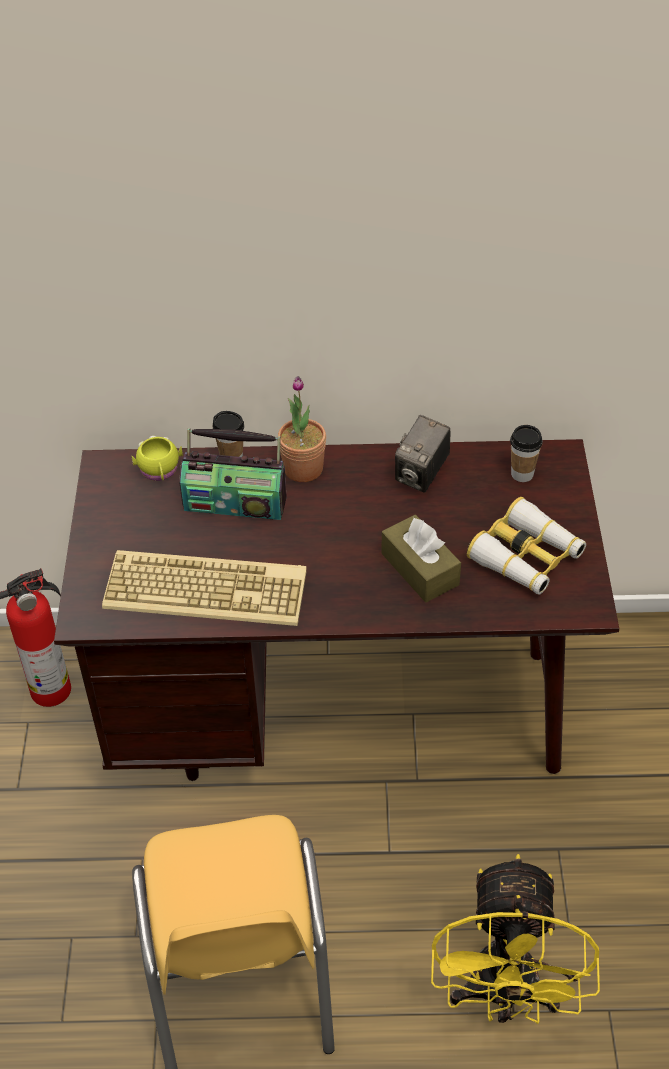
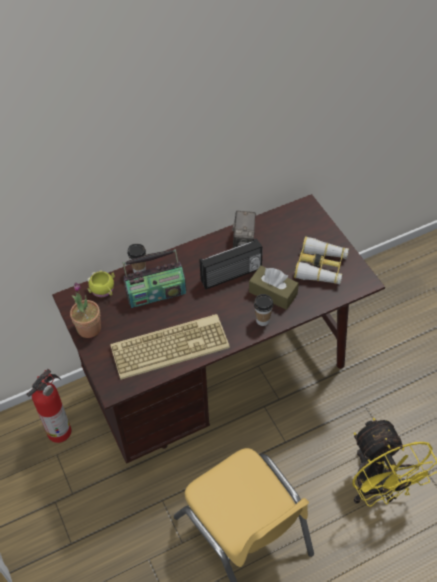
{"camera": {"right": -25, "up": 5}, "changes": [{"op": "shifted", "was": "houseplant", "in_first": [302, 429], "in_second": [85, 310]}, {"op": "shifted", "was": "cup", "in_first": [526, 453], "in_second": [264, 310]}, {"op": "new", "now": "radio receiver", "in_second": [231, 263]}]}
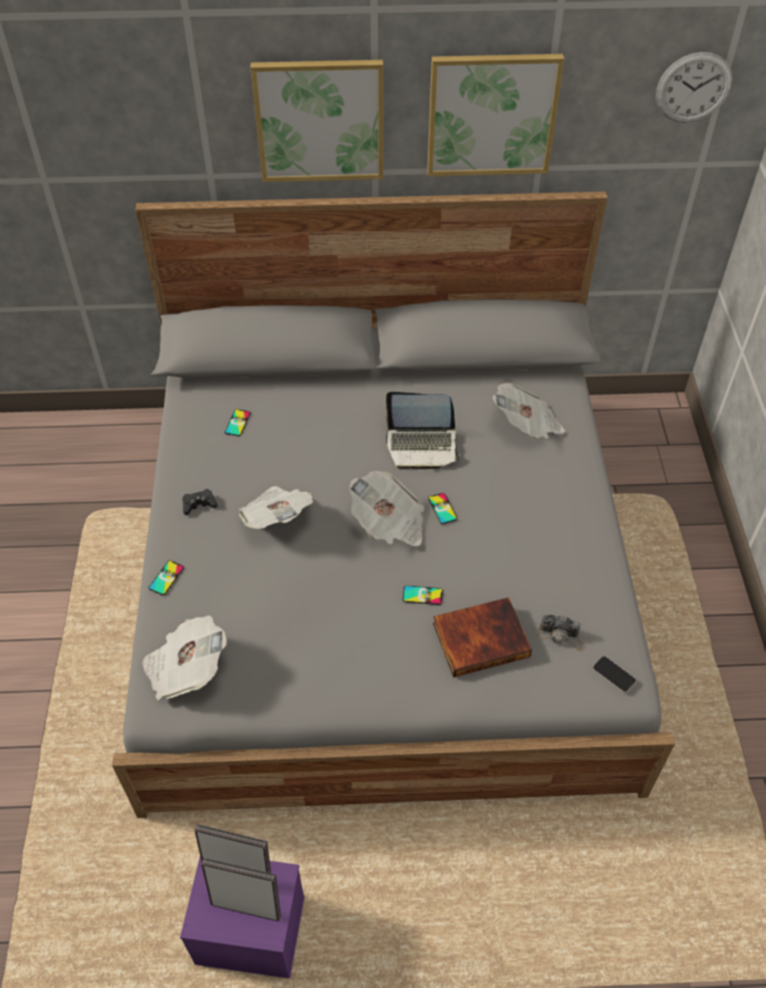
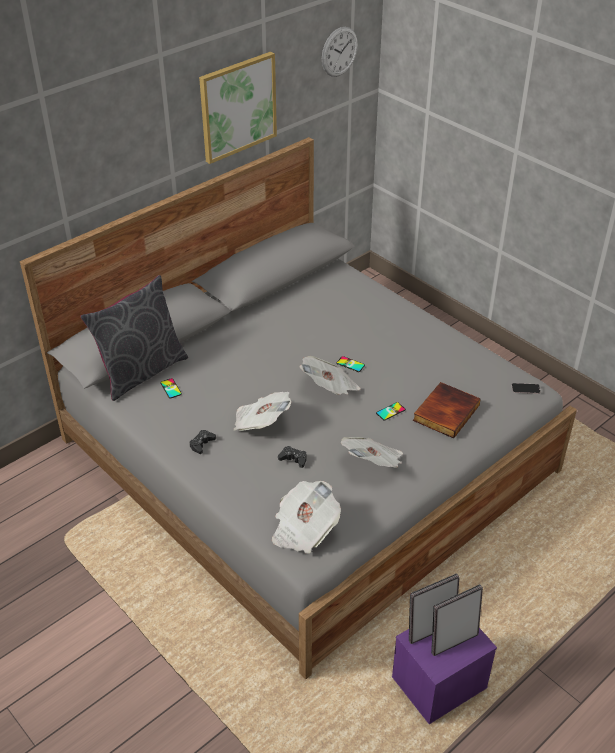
{"camera": {"right": -40, "up": -10}, "changes": [{"op": "gone", "was": "picture", "in_first": [316, 121]}, {"op": "shifted", "was": "daily paper", "in_first": [528, 411], "in_second": [372, 452]}, {"op": "gone", "was": "notebook computer", "in_first": [423, 431]}, {"op": "gone", "was": "phone", "in_first": [166, 578]}, {"op": "gone", "was": "photo camera", "in_first": [561, 633]}, {"op": "new", "now": "pillow/gray", "in_second": [134, 338]}, {"op": "new", "now": "game controller/black", "in_second": [292, 457]}]}
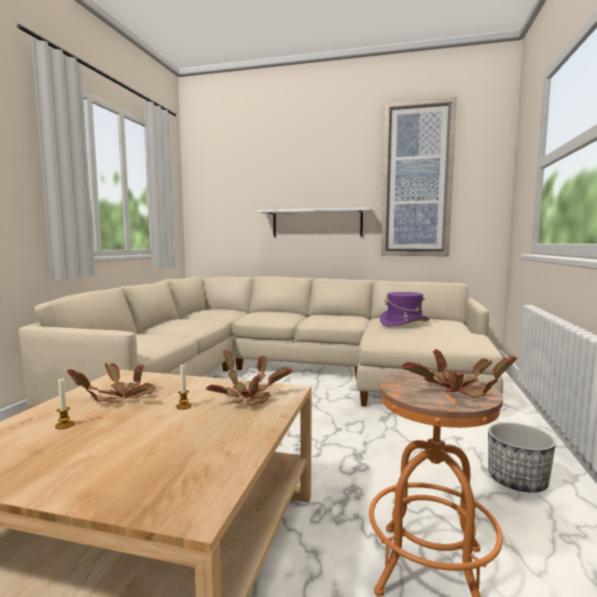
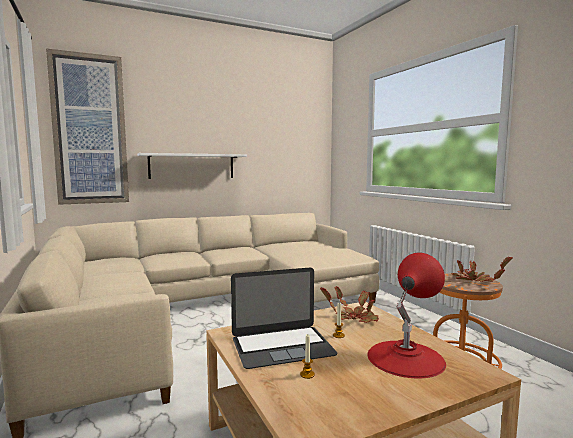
{"camera": {"right": -40, "up": 0}, "changes": [{"op": "shifted", "was": "picture", "in_first": [419, 176], "in_second": [87, 126]}, {"op": "gone", "was": "wearable hat/purplish", "in_first": [404, 309]}, {"op": "swapped", "was": "houseplant", "now": "notebook computer", "in_first": [111, 382], "in_second": [284, 318]}, {"op": "gone", "was": "flower pot", "in_first": [522, 457]}, {"op": "new", "now": "tabletop lamp/reddish", "in_second": [407, 316]}]}
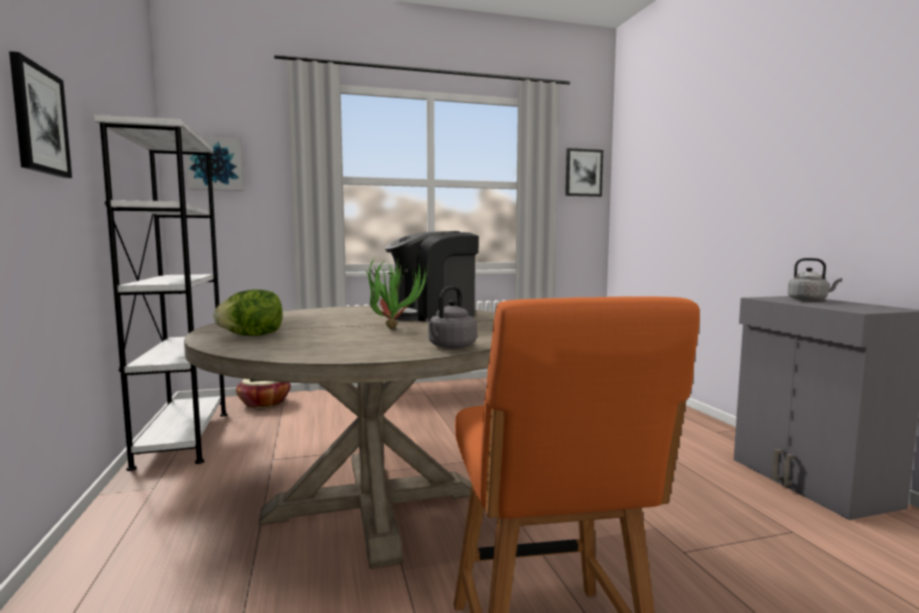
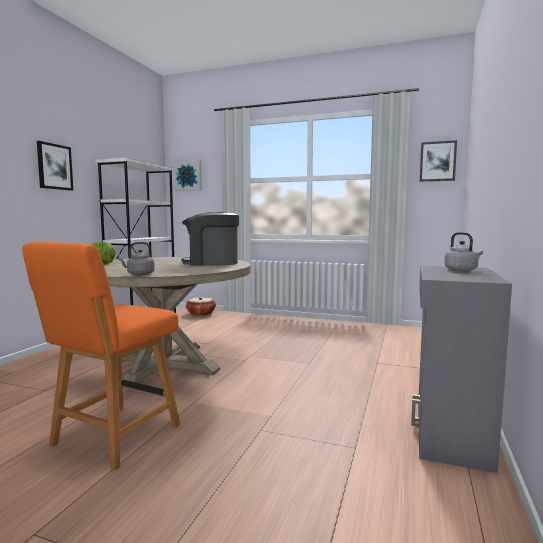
{"camera": {"right": 35, "up": 0}, "changes": [{"op": "gone", "was": "houseplant", "in_first": [396, 292]}]}
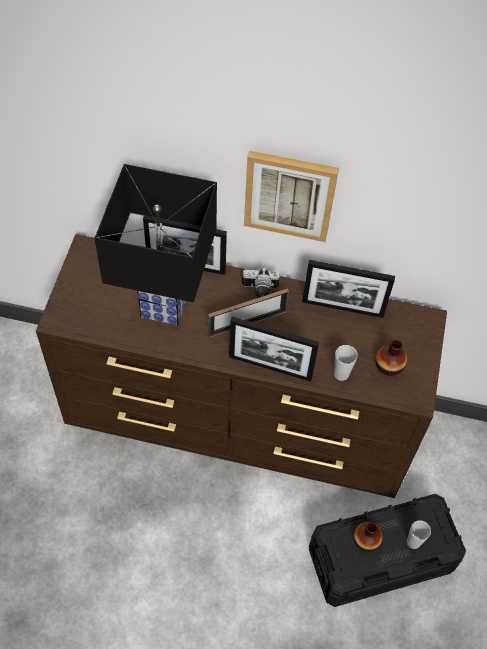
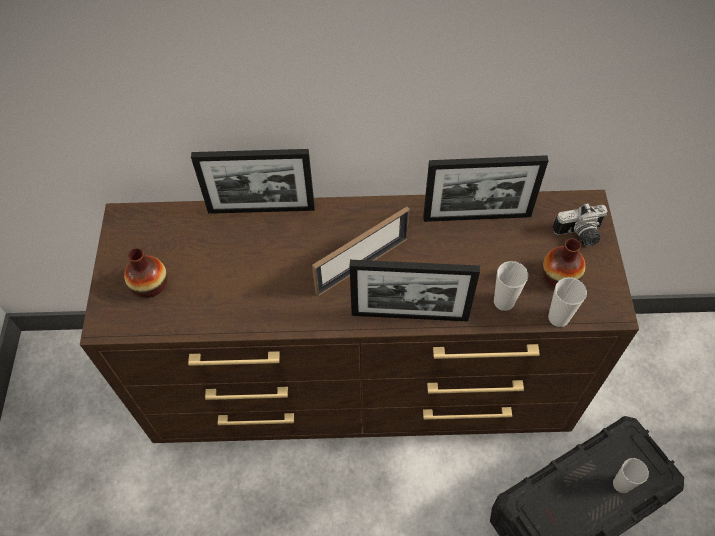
{"camera": {"right": -10, "up": 0}, "changes": [{"op": "gone", "was": "picture", "in_first": [291, 196]}, {"op": "gone", "was": "tabletop lamp/black", "in_first": [155, 244]}, {"op": "shifted", "was": "photo camera", "in_first": [261, 282], "in_second": [579, 224]}, {"op": "shifted", "was": "vase", "in_first": [368, 537], "in_second": [145, 273]}, {"op": "new", "now": "cup", "in_second": [567, 302]}]}
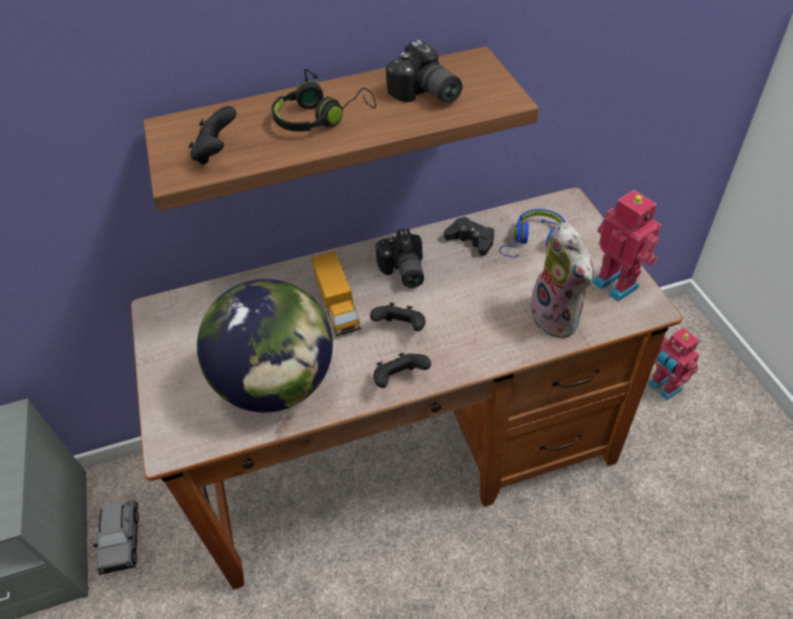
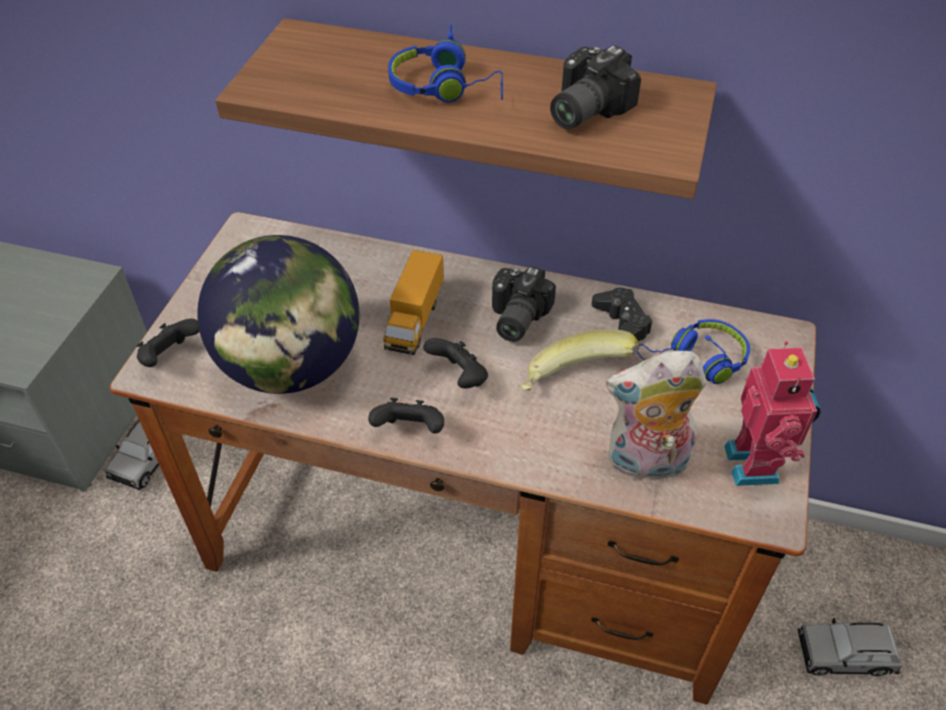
{"camera": {"right": 30, "up": 0}, "changes": [{"op": "rotated", "was": "photo camera", "in_first": [424, 71], "in_second": [595, 87], "clockwise": 45}, {"op": "repainted", "was": "headphones/black", "now": "headphones/blue", "in_first": [323, 100], "in_second": [445, 63]}, {"op": "shifted", "was": "game controller/black", "in_first": [212, 135], "in_second": [168, 343]}, {"op": "rotated", "was": "soft toy", "in_first": [562, 280], "in_second": [656, 415], "clockwise": 75}, {"op": "swapped", "was": "toy robot", "now": "model car/gray", "in_first": [674, 364], "in_second": [849, 647]}, {"op": "new", "now": "whole banana", "in_second": [580, 359]}]}
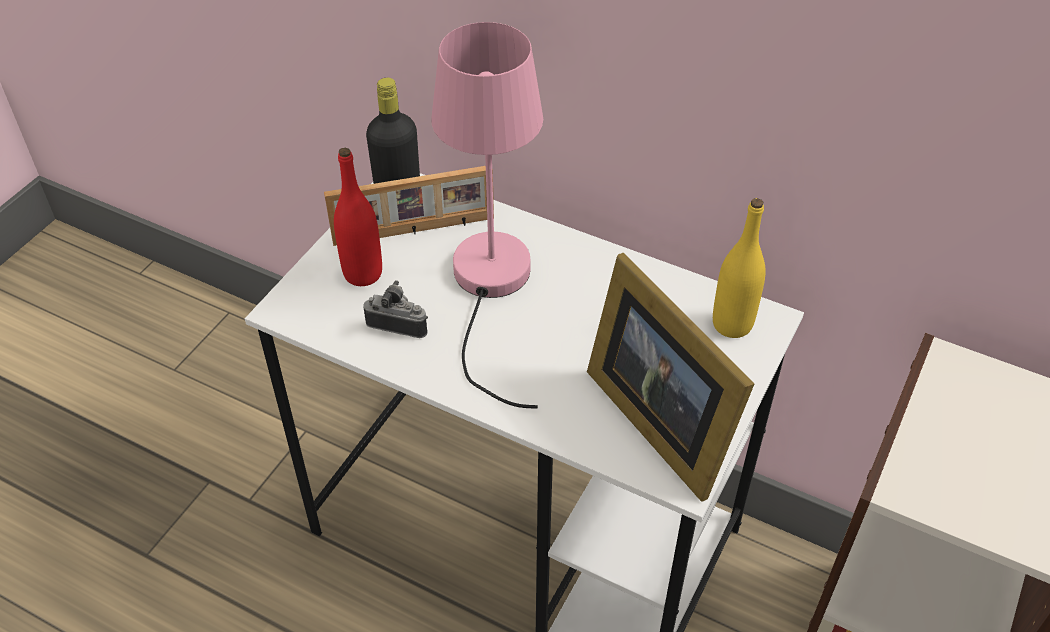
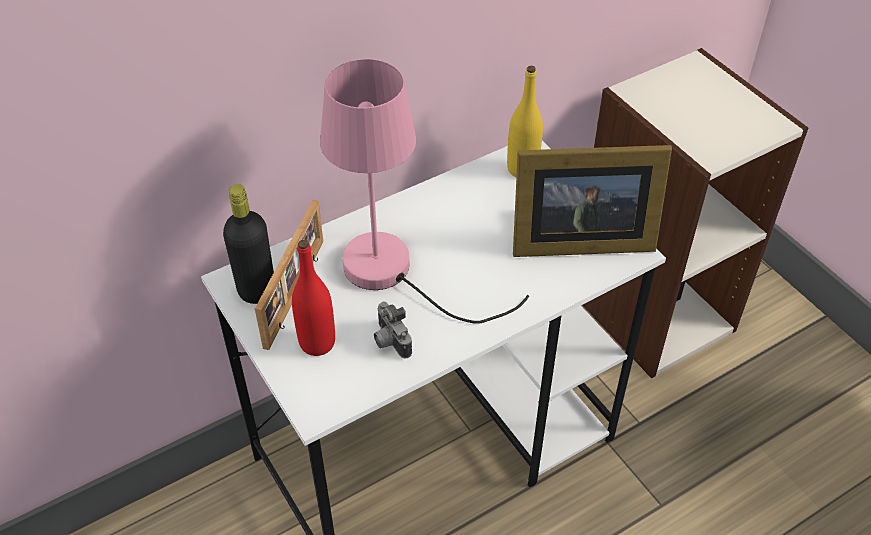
{"camera": {"right": -60, "up": 0}, "changes": [{"op": "rotated", "was": "photo camera", "in_first": [396, 309], "in_second": [393, 329], "clockwise": -75}]}
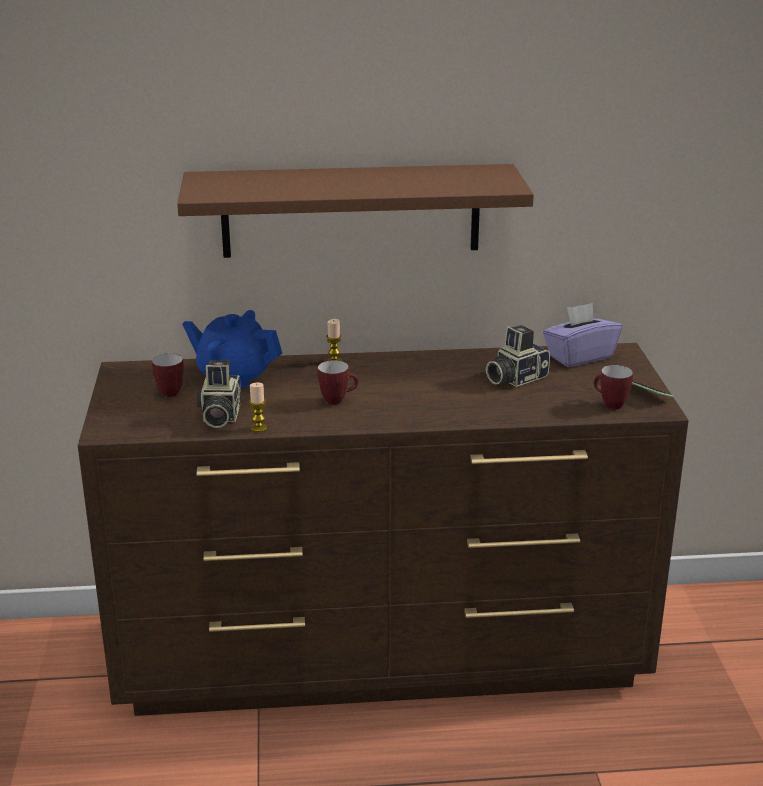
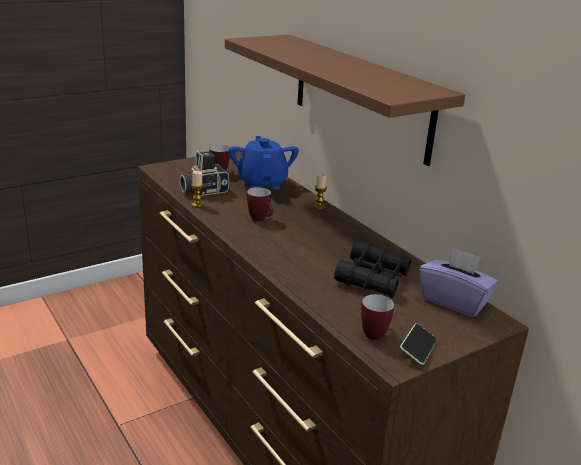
{"camera": {"right": 60, "up": 0}, "changes": [{"op": "swapped", "was": "photo camera", "now": "binoculars/black", "in_first": [518, 356], "in_second": [373, 269]}]}
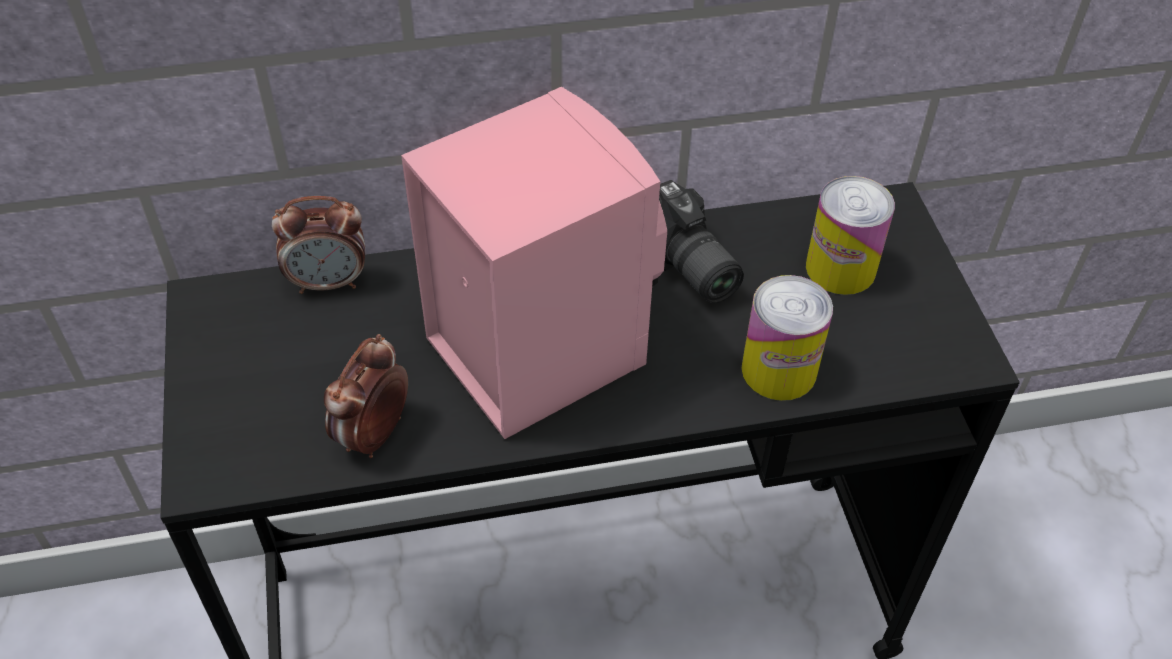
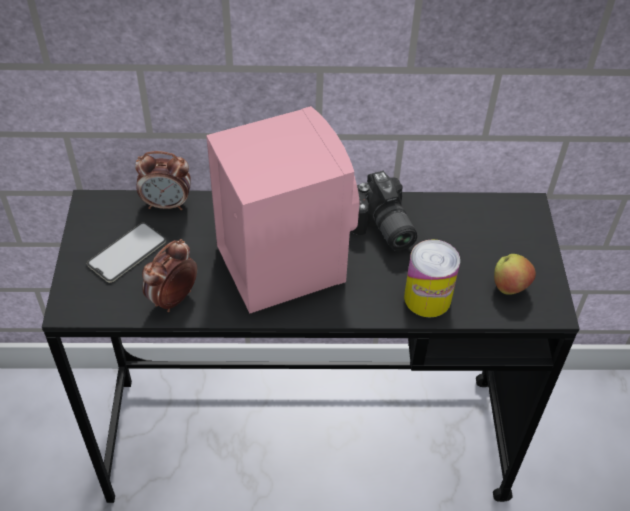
{"camera": {"right": 10, "up": 0}, "changes": [{"op": "gone", "was": "sealed can", "in_first": [850, 235]}, {"op": "new", "now": "phone", "in_second": [126, 252]}, {"op": "new", "now": "whole apple", "in_second": [515, 274]}]}
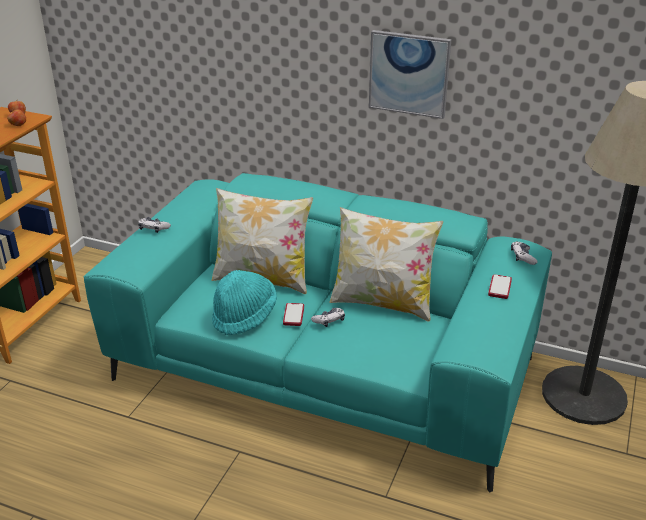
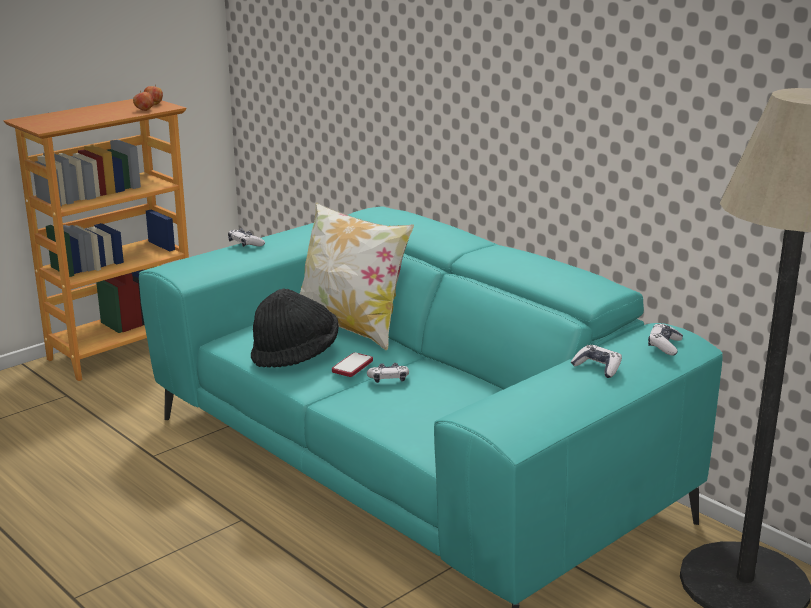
{"camera": {"right": 25, "up": -10}, "changes": [{"op": "gone", "was": "picture", "in_first": [410, 74]}, {"op": "gone", "was": "pillow", "in_first": [386, 264]}, {"op": "repainted", "was": "wearable hat/turquoise", "now": "wearable hat/black", "in_first": [244, 302], "in_second": [295, 328]}, {"op": "swapped", "was": "phone", "now": "game controller", "in_first": [500, 286], "in_second": [596, 361]}]}
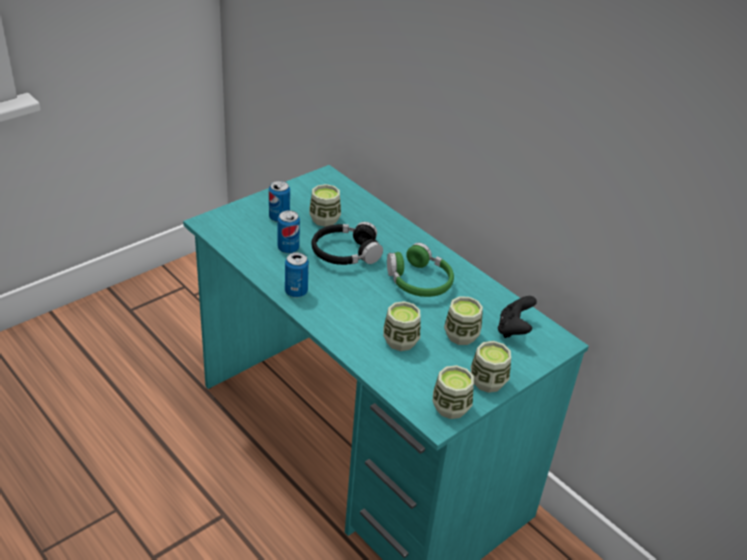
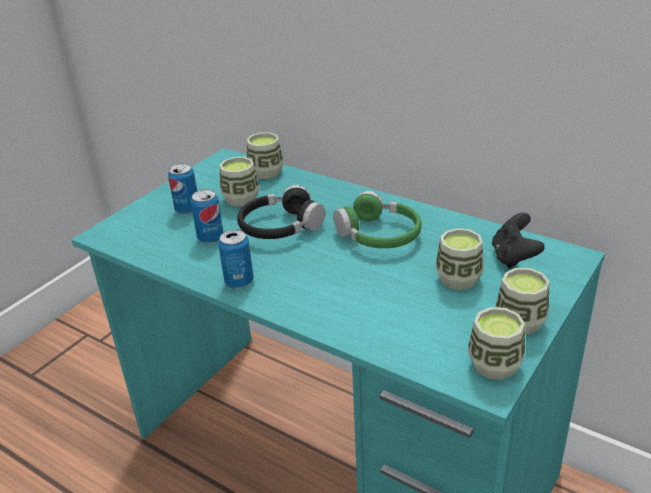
{"camera": {"right": -10, "up": -5}, "changes": [{"op": "shifted", "was": "cup", "in_first": [401, 326], "in_second": [265, 155]}]}
